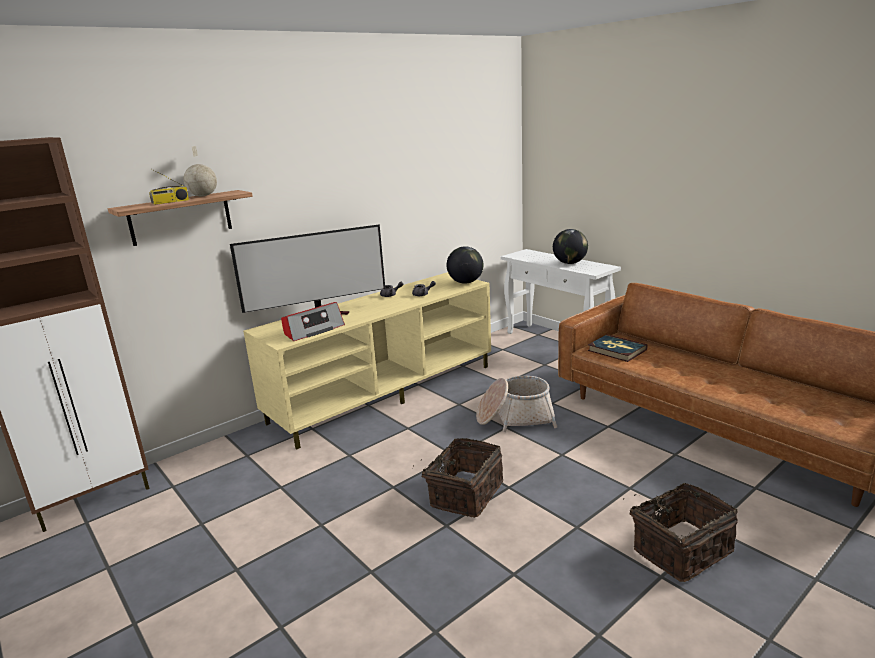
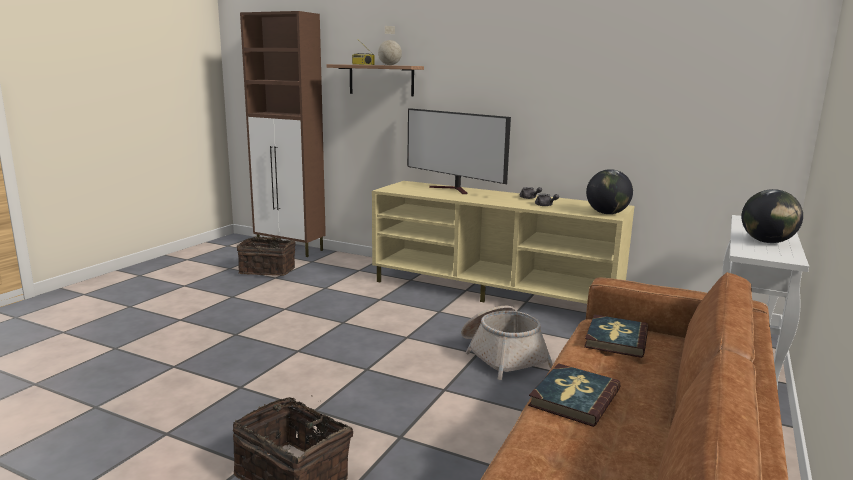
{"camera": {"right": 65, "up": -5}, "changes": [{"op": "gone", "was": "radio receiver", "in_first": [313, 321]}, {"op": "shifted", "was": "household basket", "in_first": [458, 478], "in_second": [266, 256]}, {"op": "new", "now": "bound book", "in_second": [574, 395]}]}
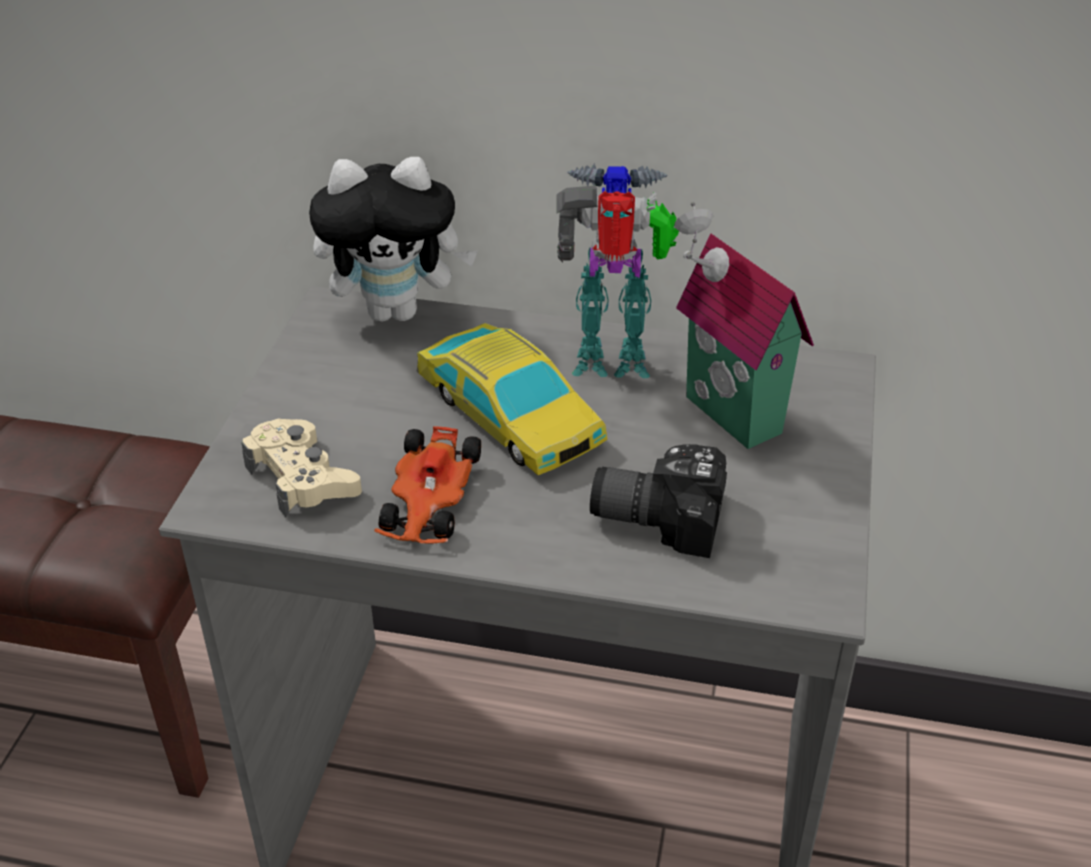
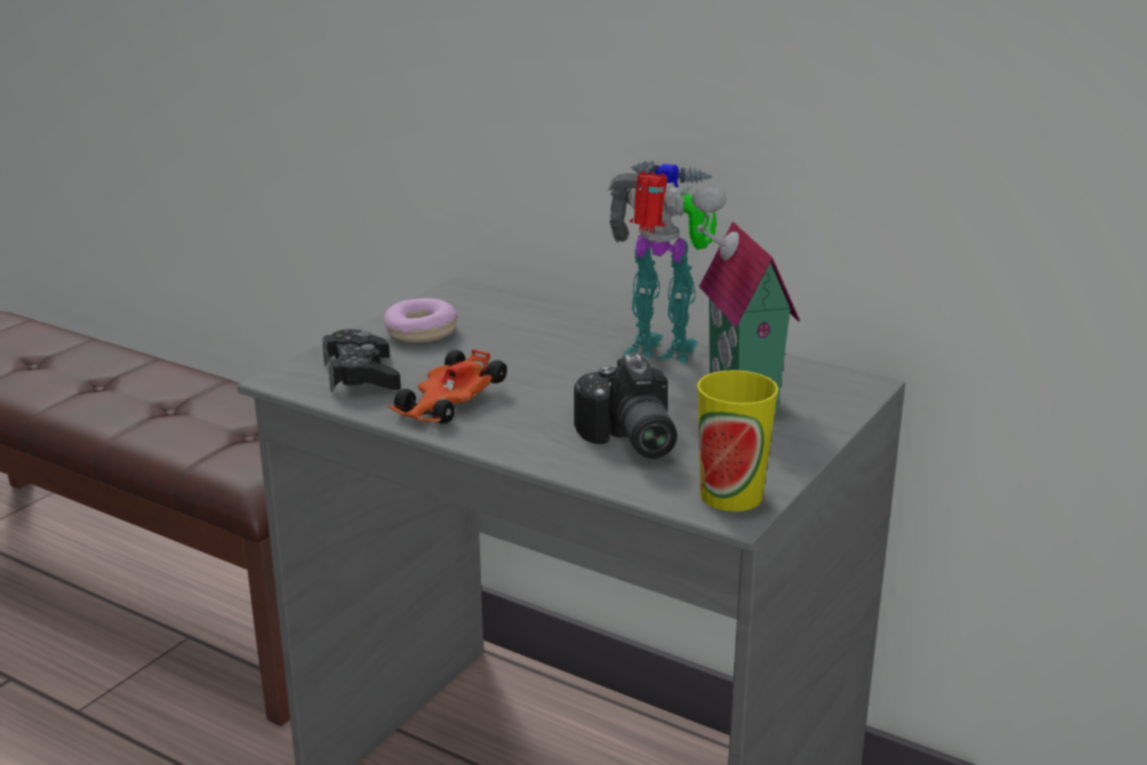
{"camera": {"right": 20, "up": -15}, "changes": [{"op": "gone", "was": "soft toy", "in_first": [393, 239]}, {"op": "gone", "was": "model car", "in_first": [512, 399]}, {"op": "repainted", "was": "game controller/beige", "now": "game controller/black", "in_first": [301, 467], "in_second": [361, 361]}, {"op": "rotated", "was": "photo camera", "in_first": [658, 501], "in_second": [625, 406], "clockwise": -135}, {"op": "new", "now": "donut", "in_second": [420, 320]}, {"op": "new", "now": "cup", "in_second": [737, 441]}]}
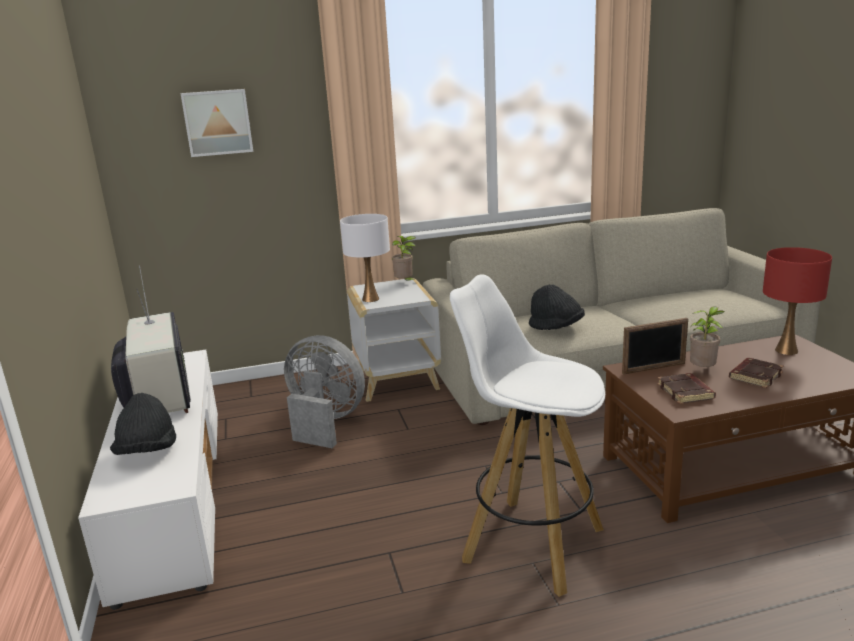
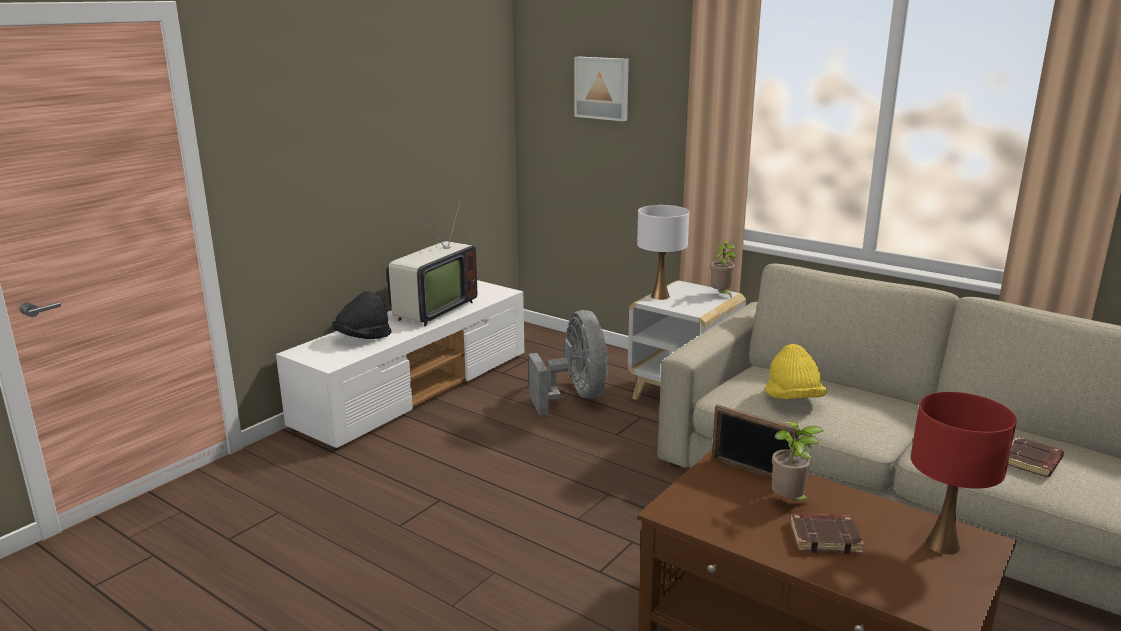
{"camera": {"right": 50, "up": 0}, "changes": [{"op": "gone", "was": "sitting stool/white", "in_first": [527, 435]}, {"op": "repainted", "was": "wearable hat/black", "now": "wearable hat/yellow", "in_first": [557, 307], "in_second": [796, 371]}, {"op": "shifted", "was": "bound book/brownish", "in_first": [686, 388], "in_second": [1036, 457]}]}
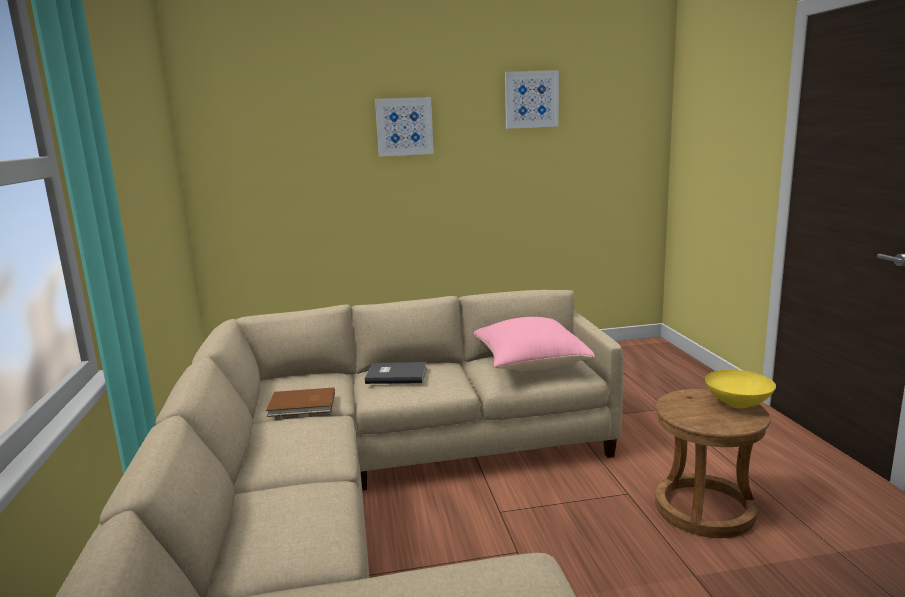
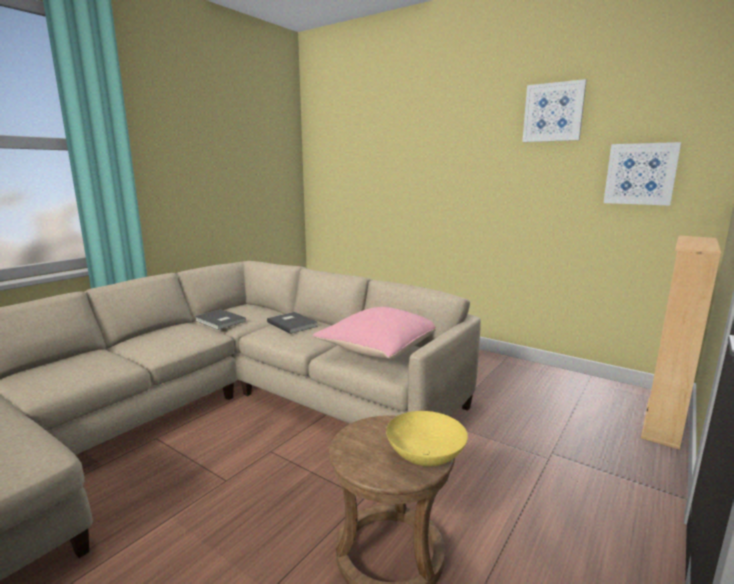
{"camera": {"right": 45, "up": 0}, "changes": [{"op": "shifted", "was": "picture", "in_first": [404, 127], "in_second": [642, 173]}, {"op": "repainted", "was": "bound book/brownish", "now": "bound book/gray", "in_first": [300, 402], "in_second": [220, 319]}, {"op": "new", "now": "bookcase/beige", "in_second": [681, 343]}]}
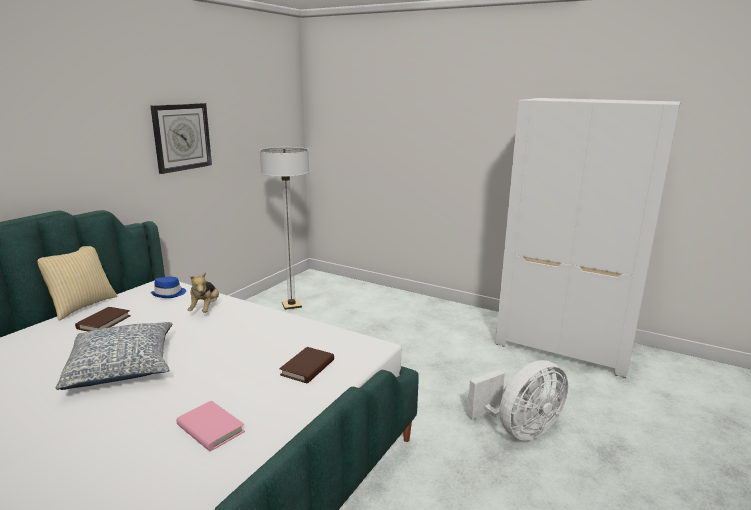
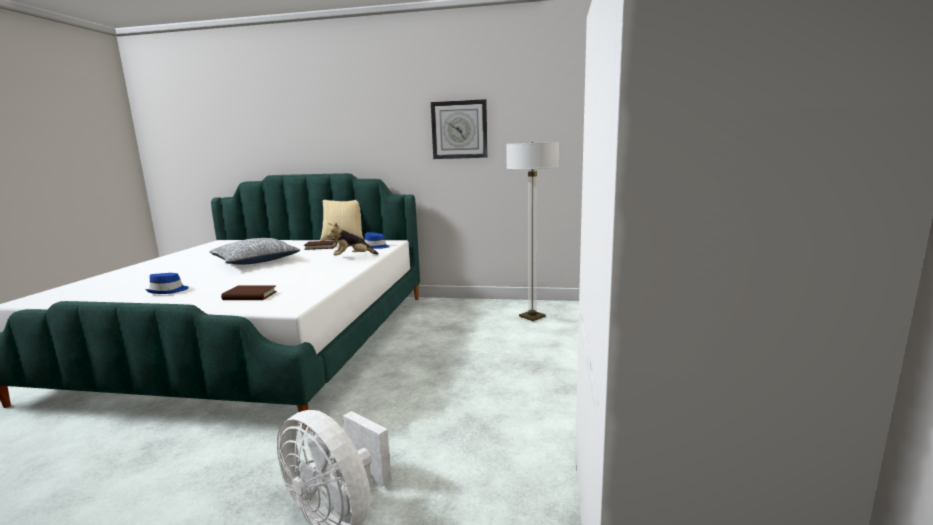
{"camera": {"right": 70, "up": -5}, "changes": [{"op": "swapped", "was": "bound book/pink-coloured", "now": "wearable hat/blue", "in_first": [210, 426], "in_second": [167, 283]}]}
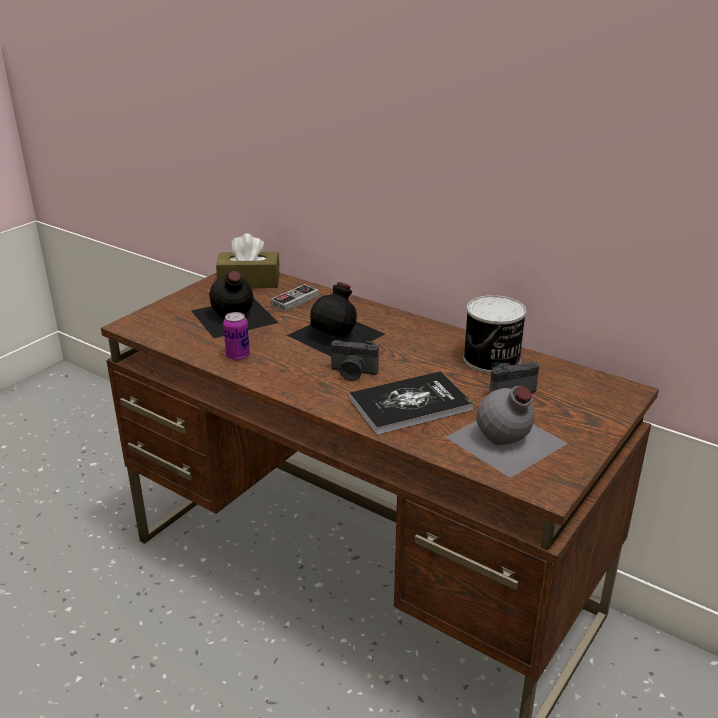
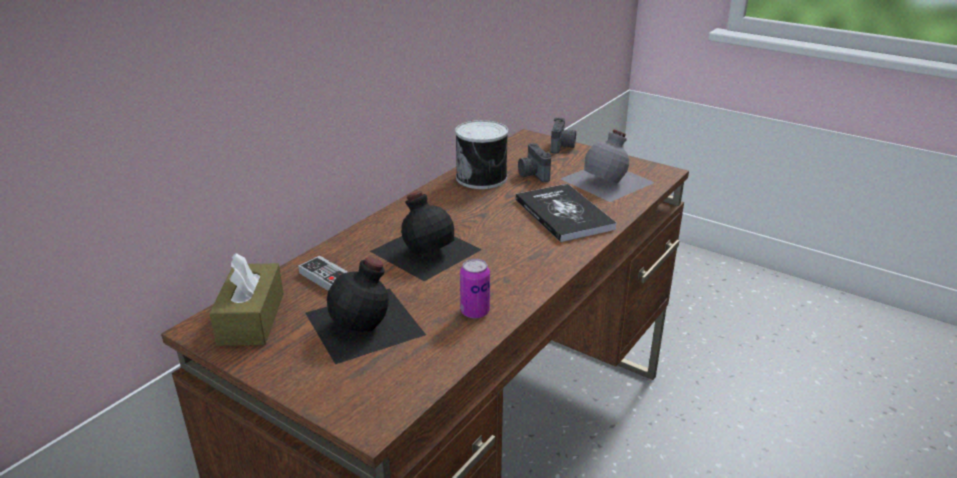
{"camera": {"right": -90, "up": 0}, "changes": [{"op": "shifted", "was": "photo camera", "in_first": [355, 360], "in_second": [563, 135]}]}
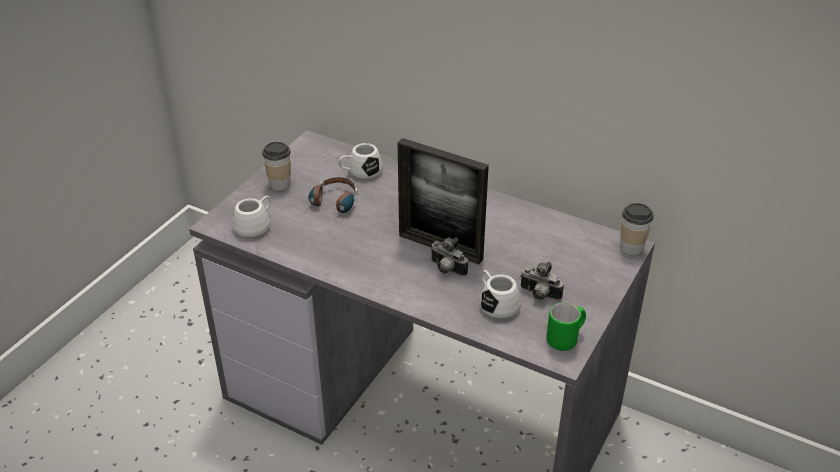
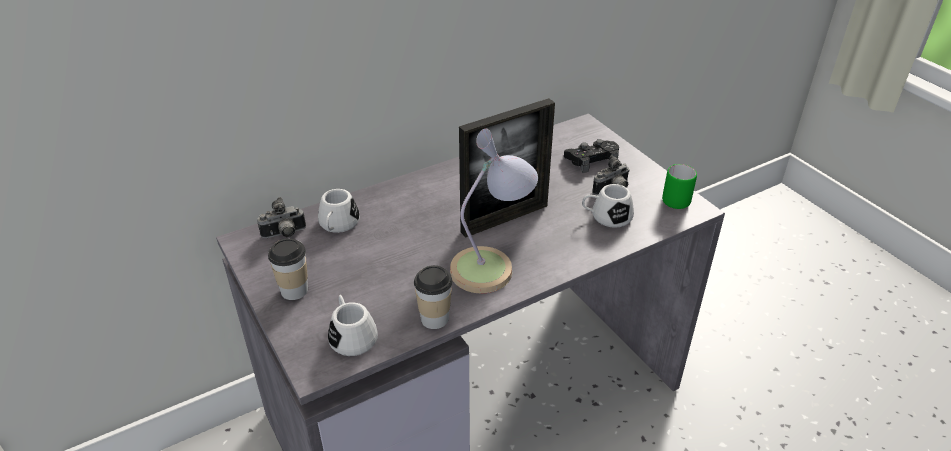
{"camera": {"right": -60, "up": 0}, "changes": [{"op": "gone", "was": "headphones", "in_first": [331, 195]}, {"op": "shifted", "was": "cup", "in_first": [637, 229], "in_second": [433, 297]}, {"op": "shifted", "was": "photo camera", "in_first": [449, 256], "in_second": [281, 217]}, {"op": "new", "now": "tabletop lamp", "in_second": [494, 211]}, {"op": "new", "now": "game controller/black", "in_second": [591, 156]}]}
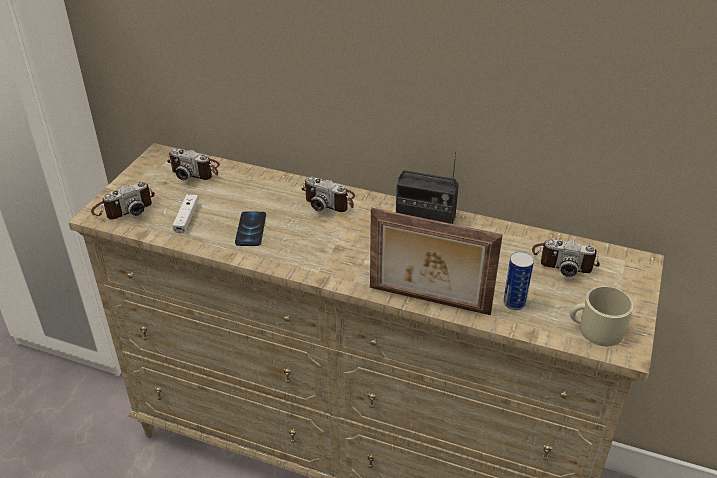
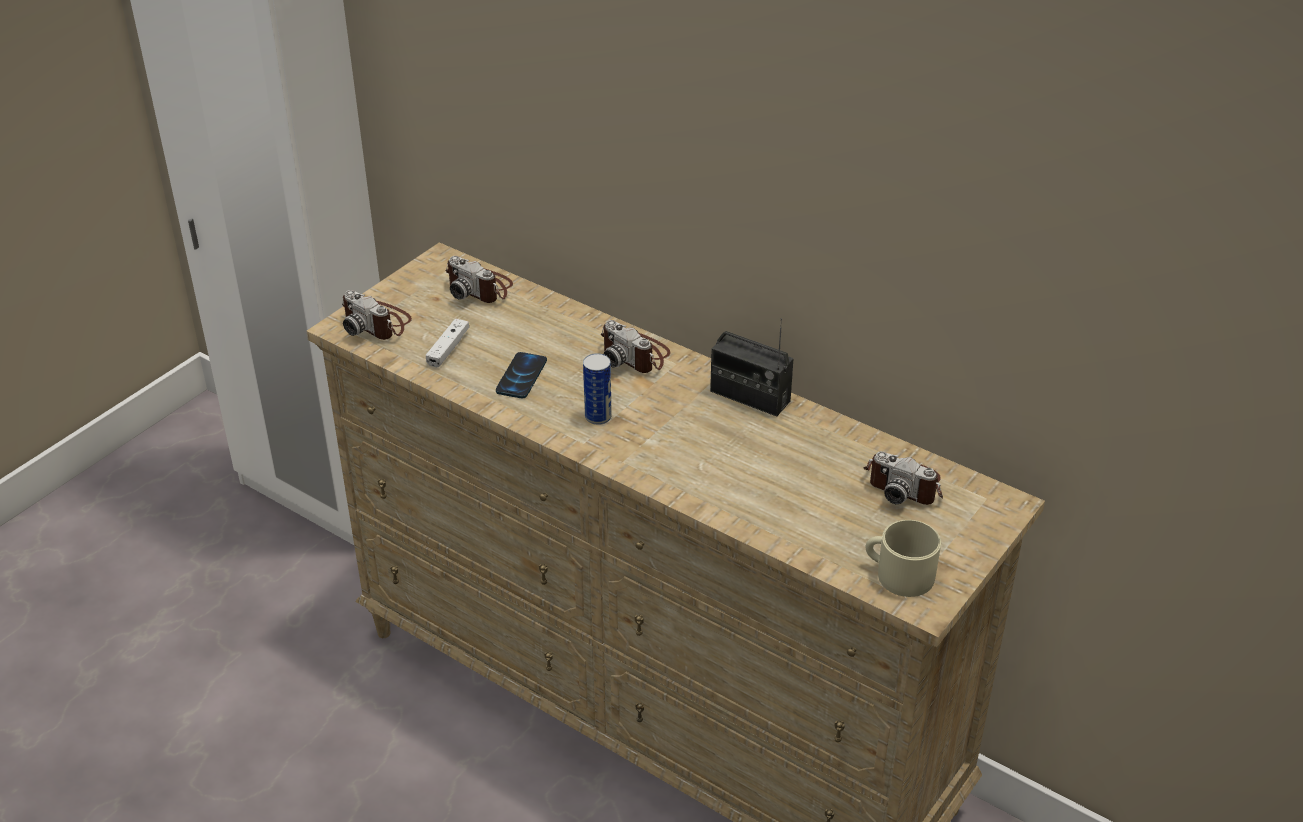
{"camera": {"right": 15, "up": 0}, "changes": [{"op": "rotated", "was": "photo camera", "in_first": [123, 200], "in_second": [377, 315], "clockwise": 60}, {"op": "gone", "was": "picture frame", "in_first": [436, 261]}, {"op": "shifted", "was": "sealed can", "in_first": [518, 281], "in_second": [597, 389]}]}
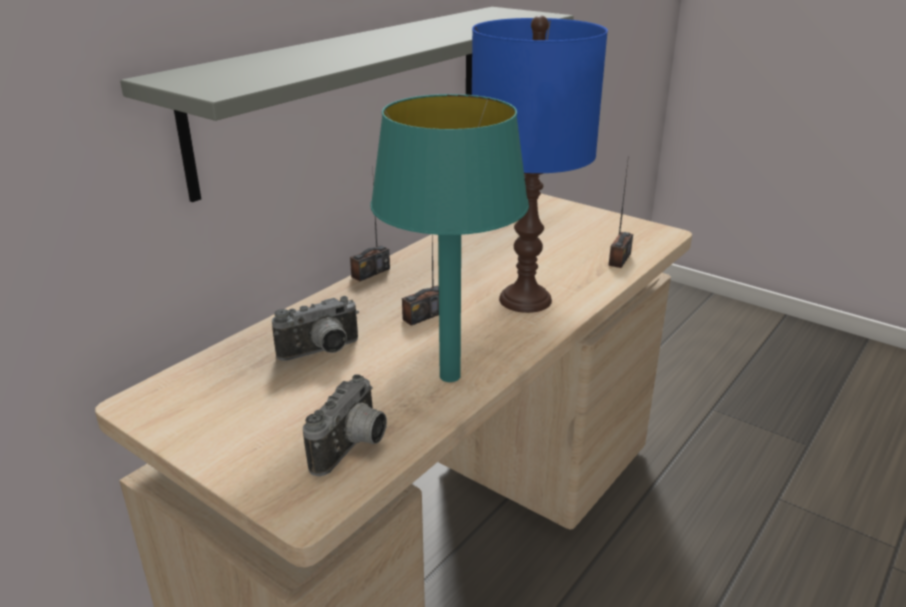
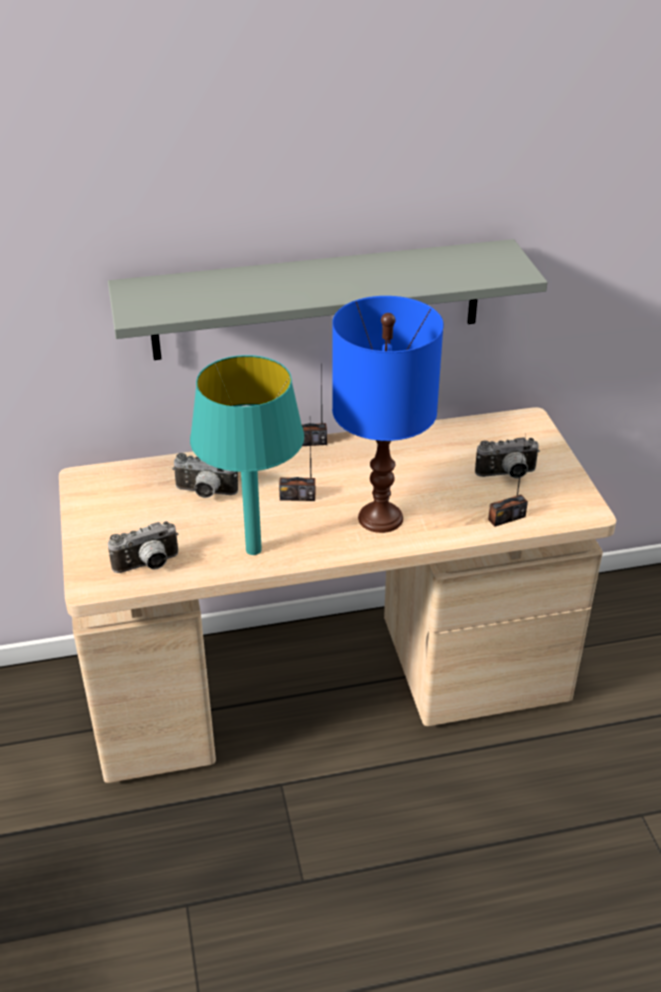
{"camera": {"right": 40, "up": 10}, "changes": [{"op": "new", "now": "photo camera", "in_second": [507, 458]}]}
